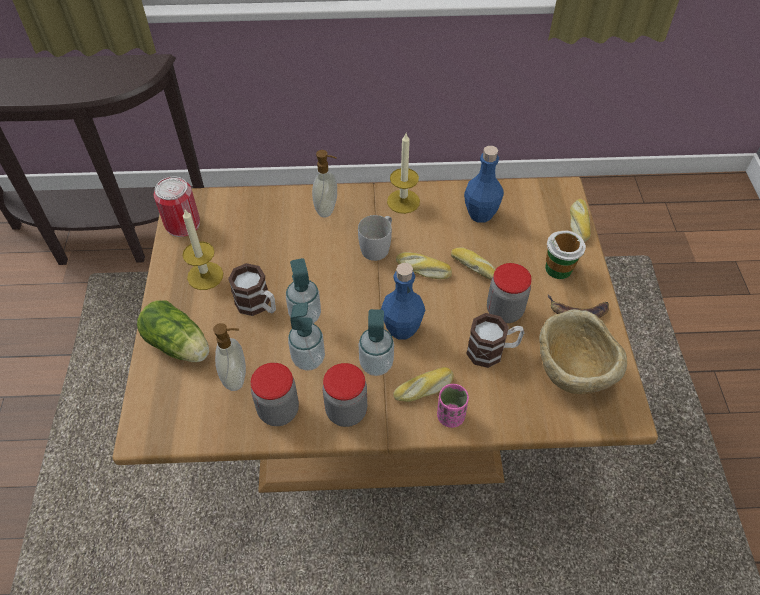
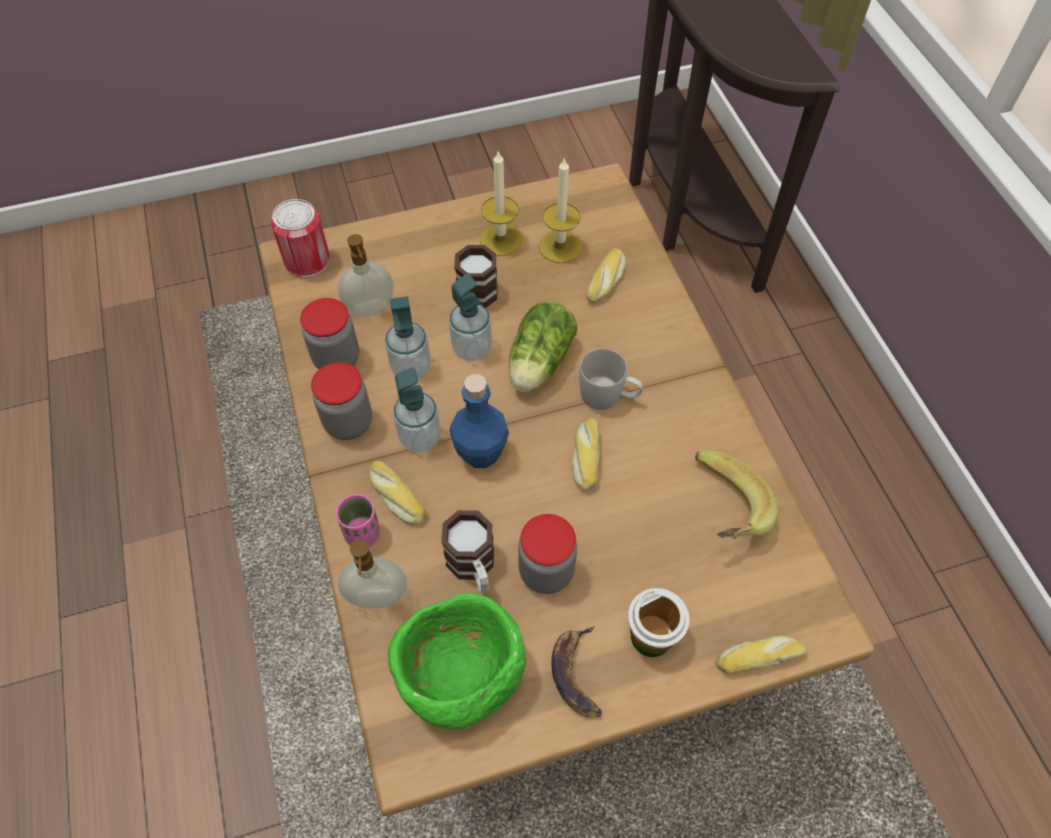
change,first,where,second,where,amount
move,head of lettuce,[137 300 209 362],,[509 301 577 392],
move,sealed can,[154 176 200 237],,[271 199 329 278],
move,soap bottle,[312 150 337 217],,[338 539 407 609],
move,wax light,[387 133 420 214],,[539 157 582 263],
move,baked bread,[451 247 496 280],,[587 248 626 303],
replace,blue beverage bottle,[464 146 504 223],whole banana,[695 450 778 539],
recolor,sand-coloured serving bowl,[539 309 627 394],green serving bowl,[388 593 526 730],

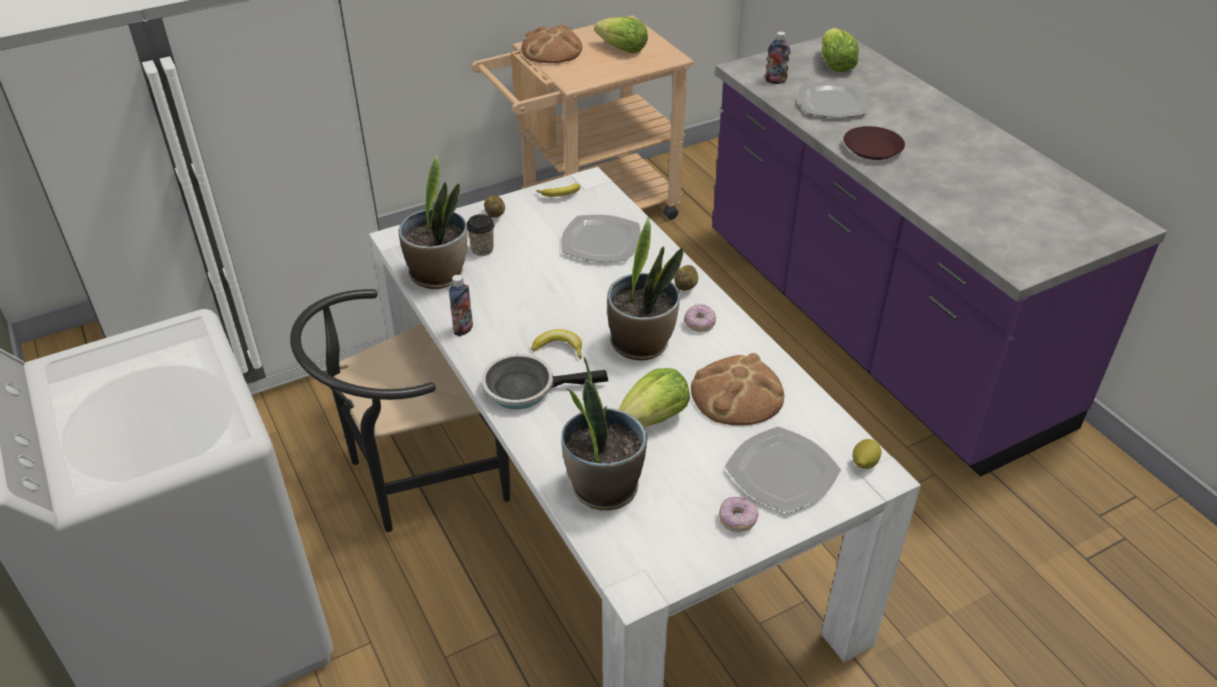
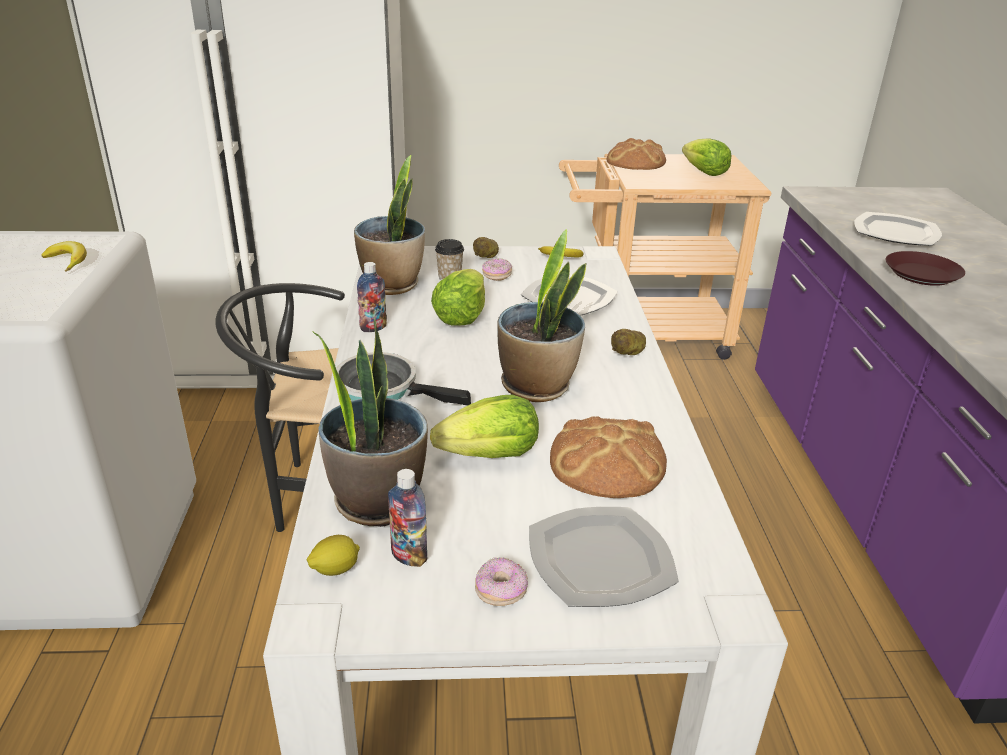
change,first,where,second,where,amount
move,whole banana,[532 329 582 359],,[41 241 87 272],
move,doughnut,[684 304 716 332],,[482 258 512 281],
move,beverage bottle,[765 31 790 84],,[388 469 427 567],
move,head of lettuce,[822 28 859 72],,[431 269 485 325],
move,lemon,[853 439 882 469],,[307 535 360 576],

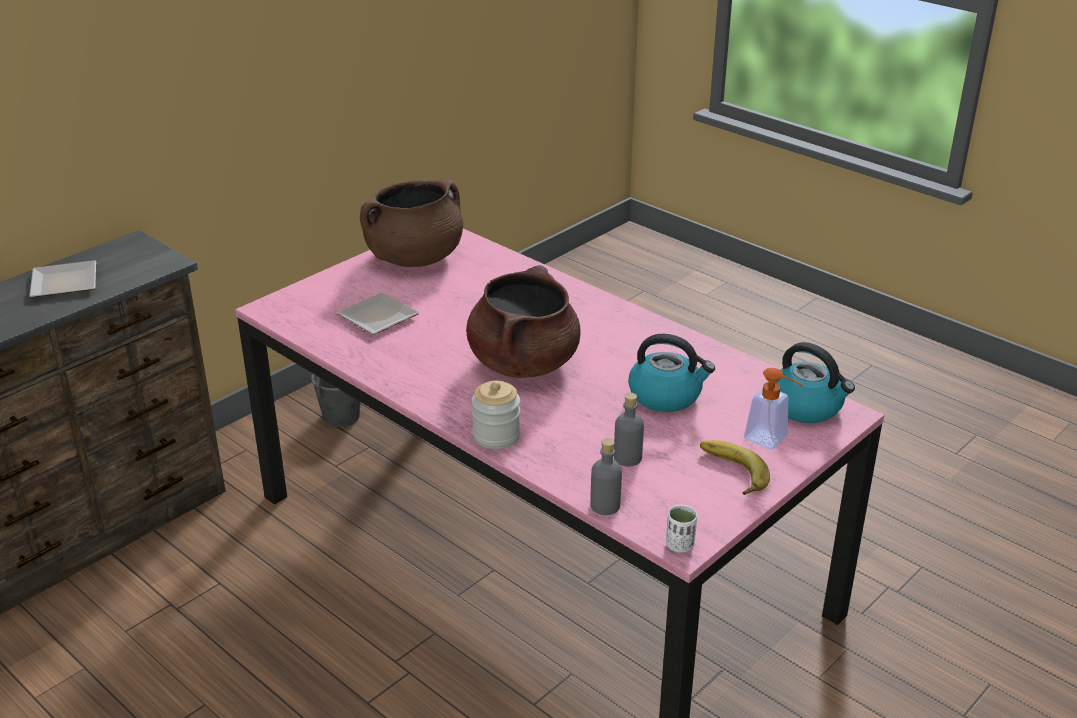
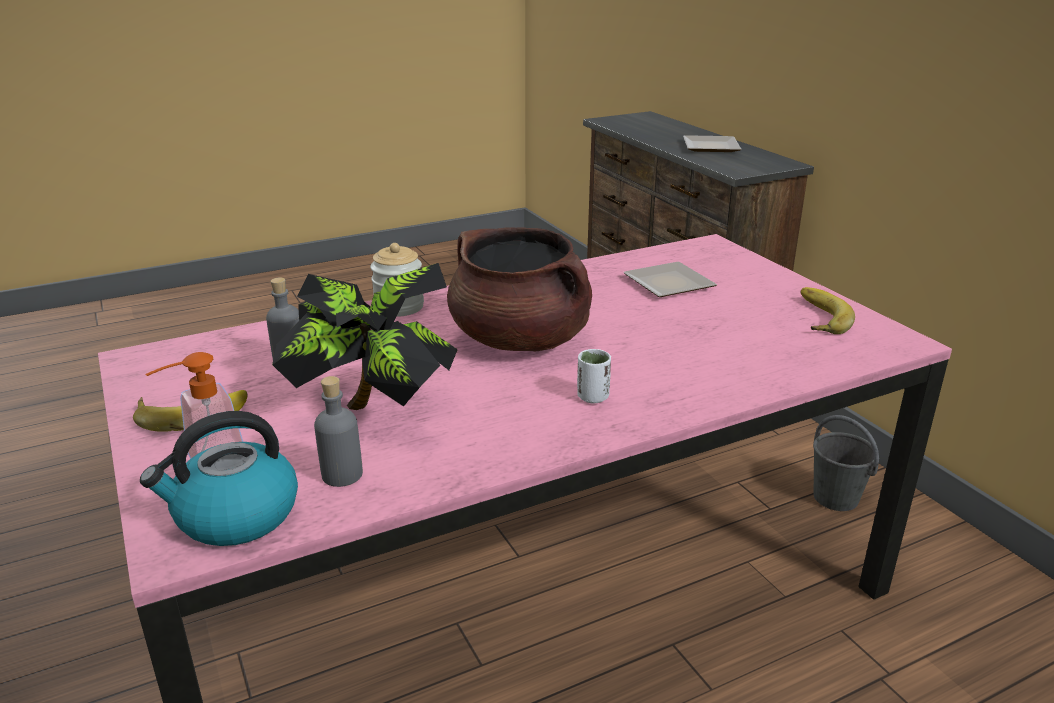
change,first,where,second,where,amount
move,gray beverage bottle,[590 438 622 515],,[314 376 363 487],
move,whitish cup,[666 505 697 553],,[577 349 611 403],
replace,brown-coloured cooking pot,[360 180 463 267],whole banana,[800 287 855 334],
replace,kettle,[628 334 715 412],potted plant,[272 263 458 410],

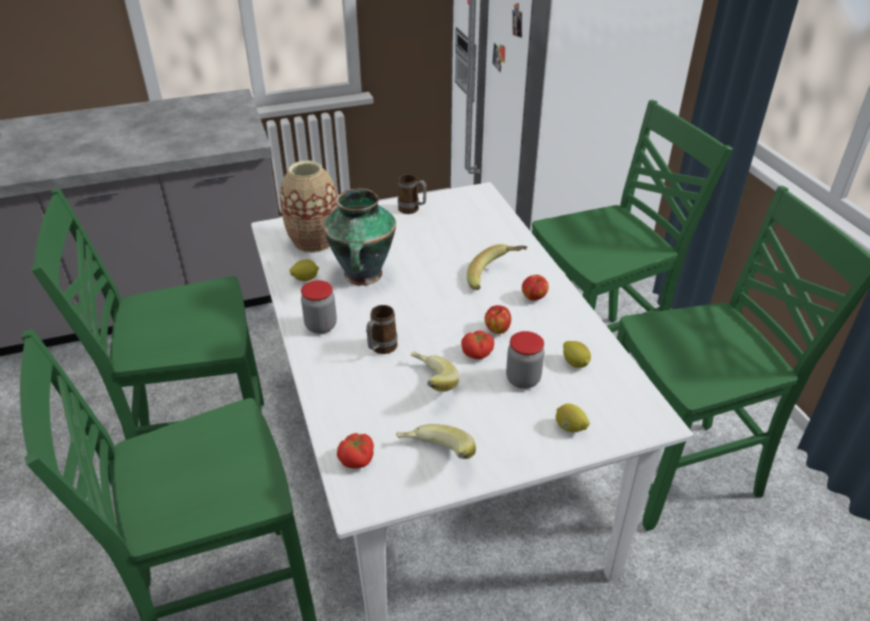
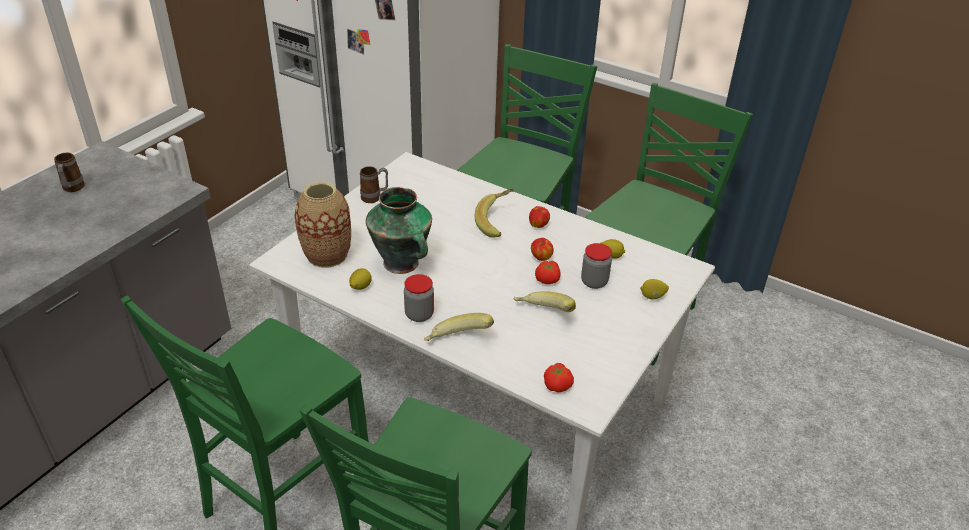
change,first,where,second,where,amount
move,tea mug,[366 305 398 354],,[54 153 85 192],
move,whole banana,[396 424 476 459],,[424 313 494 341],

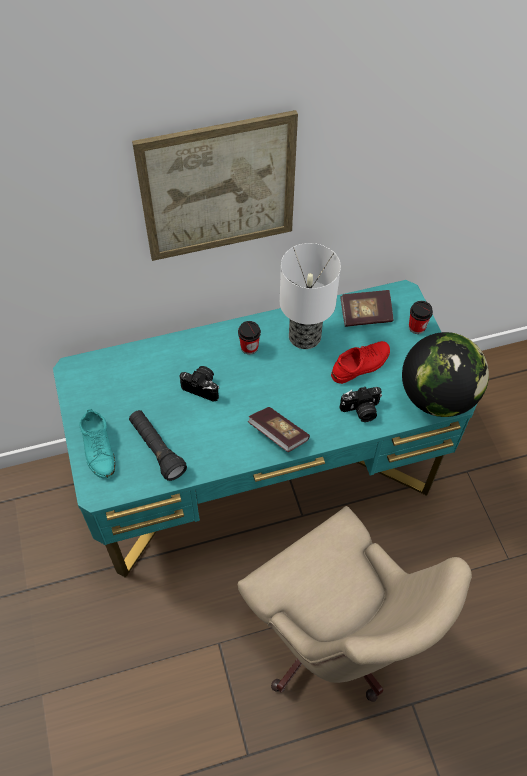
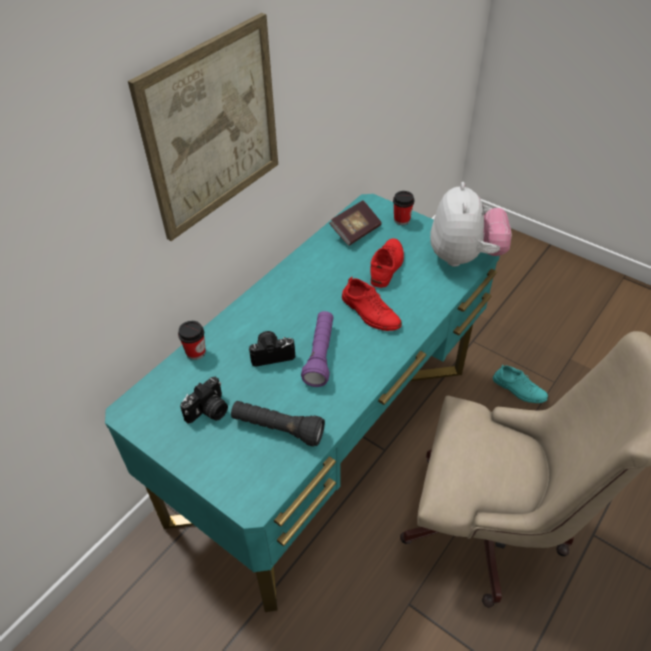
change,first,where,second,where,amount
delete,bound book,[248 407 310 452],,,
delete,lamp for a table,[280 243 341 349],,,
insert,,,purple torch,[301 311 333 387],
insert,,,red low shoe,[342 277 402 331],
move,blue-green low shoe,[79 409 115 478],,[493 365 548 403],
move,cup,[238 321 261 355],,[178 321 206 360],
move,photo camera,[340 387 382 422],,[180 377 228 424],
replace,world globe,[402 332 489 417],cuddly toy,[430 182 512 267],

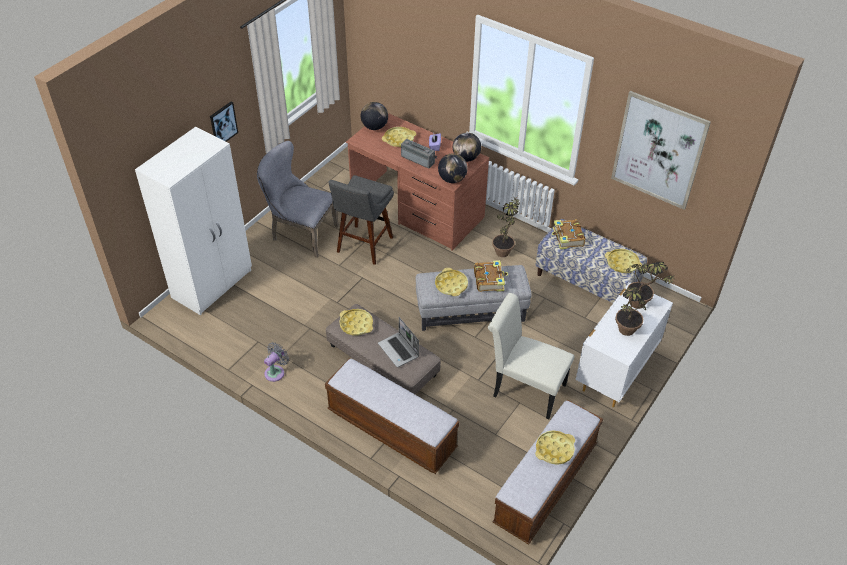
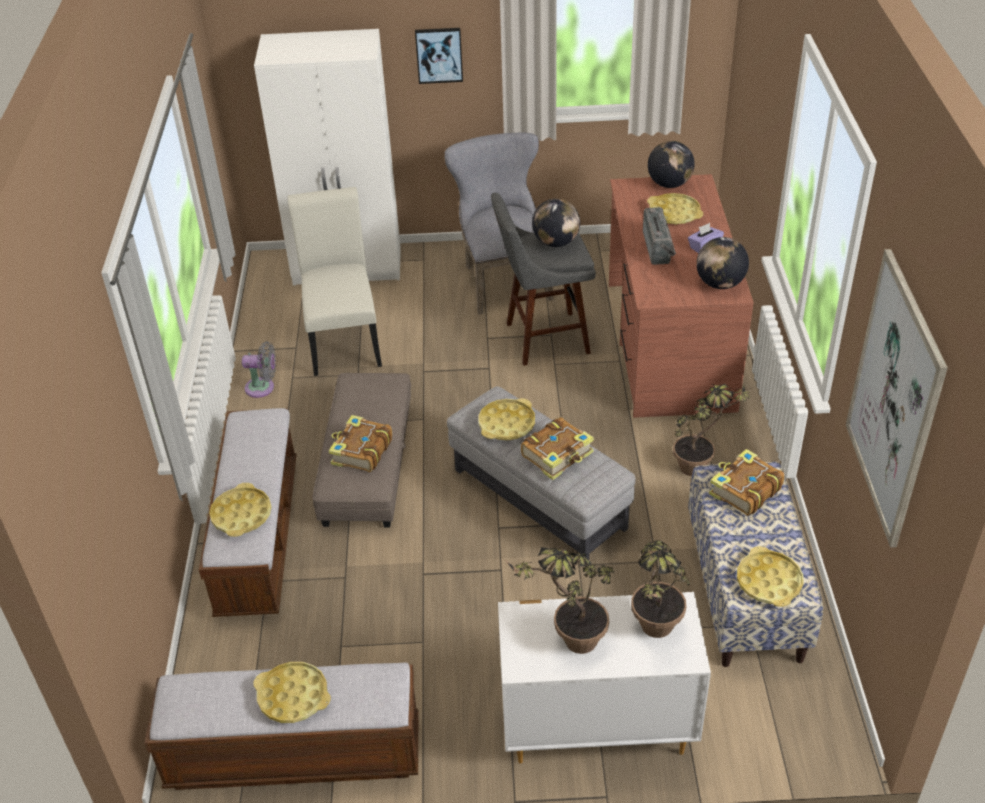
change,first,where,second,where,amount
move,yellow serving tray,[339 309 373 335],,[209 483 271 537],
move,world globe,[438 154 468 183],,[532 198 580 247],
move,whitish upright chair,[488 293 575 420],,[288 187 382 376],
replace,laptop,[378 317 419 367],bound book,[329 415 392 472],

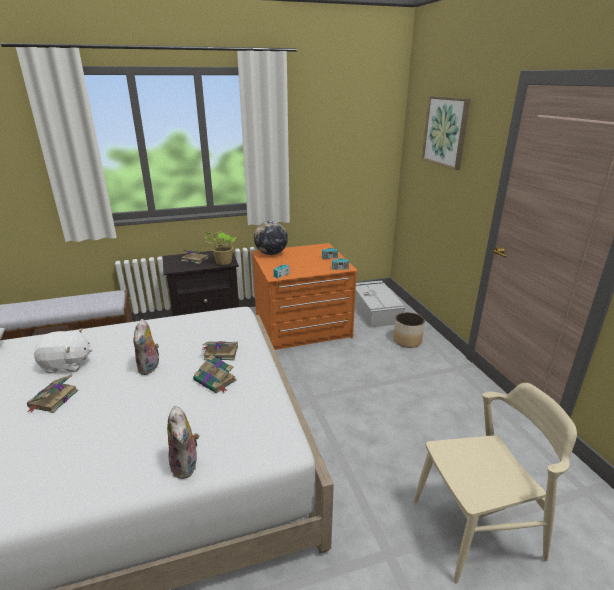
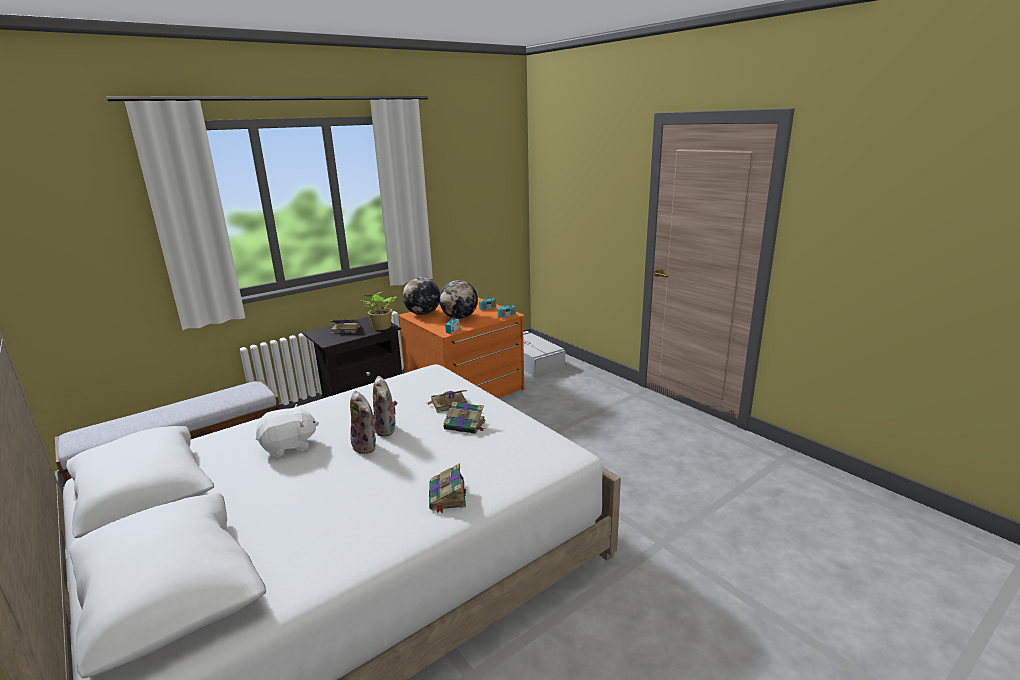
change,first,where,second,where,amount
delete,flower pot,[393 312 425 348],,,
delete,sand-coloured upright chair,[414 383 577 584],,,
delete,picture,[422 96 470 170],,,
insert,,,world globe,[439 280 478 319],
move,bound book,[27 375 79 413],,[429 464 466 513],
move,cuddly toy,[167 406 199 479],,[350 391 376 454],

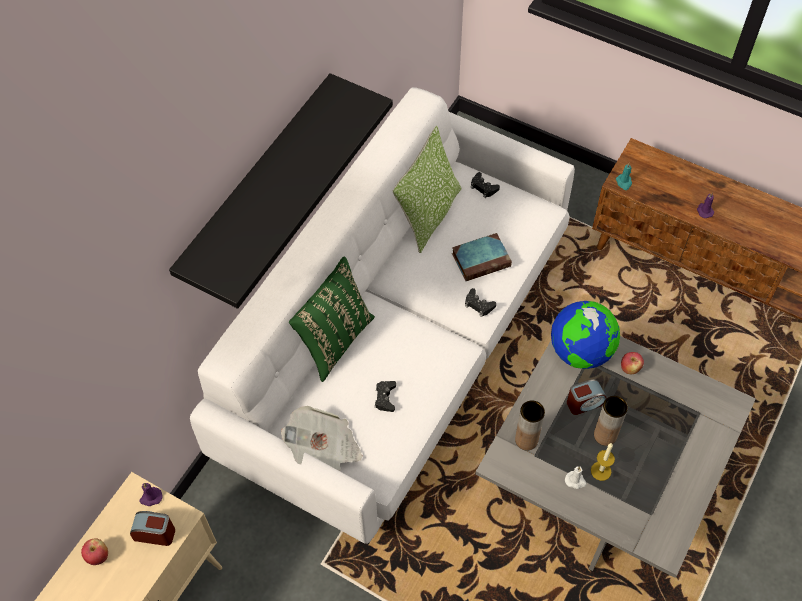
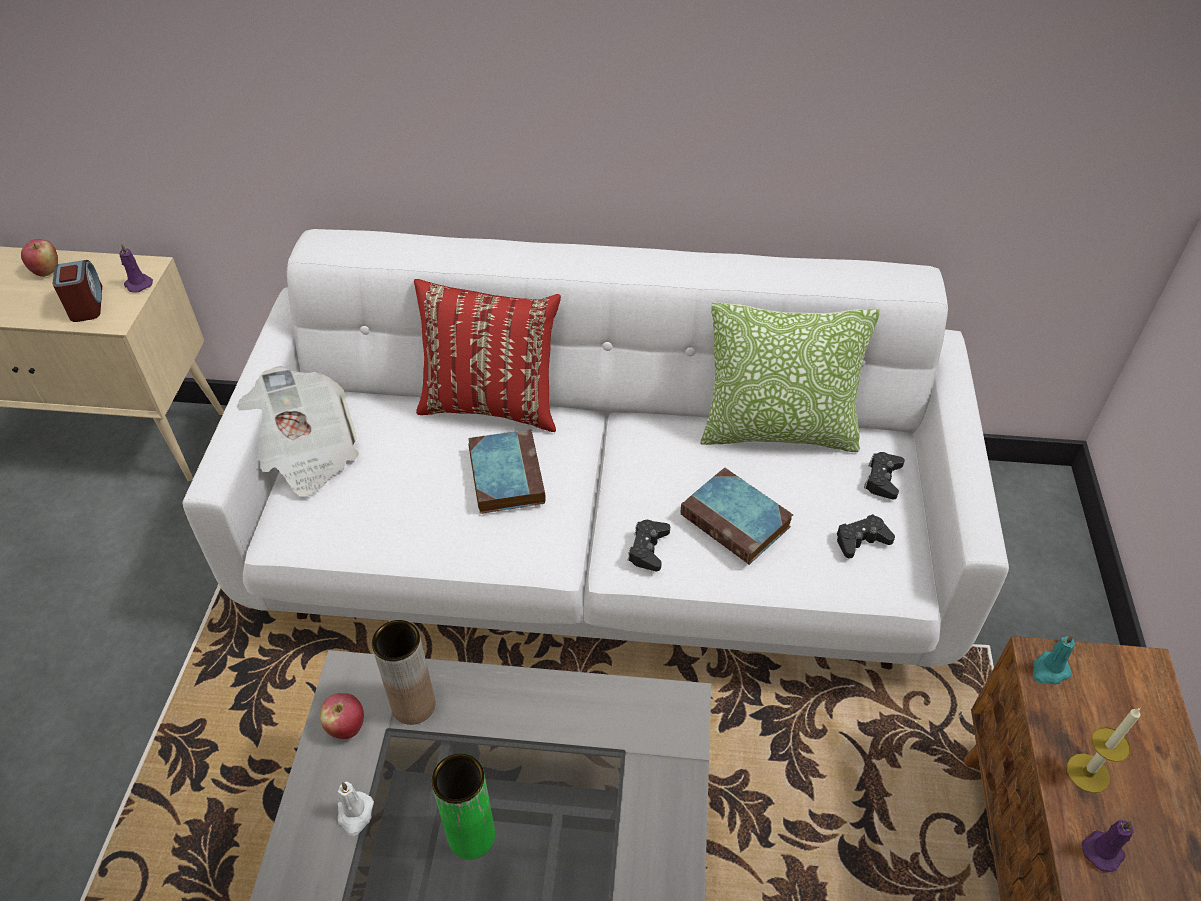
change,first,where,second,where,amount
delete,black shelf,[169 73 393 309],,,
delete,world globe,[551 301 620 369],,,
delete,bedside clock,[567 379 606 415],,,
insert,,,bound book,[468 429 545 514],
move,black game controller,[375 381 396 412],,[837 514 895 558],
move,wax light,[591 443 615 481],,[1067 708 1141 793],
move,whole apple,[621 352 644 374],,[320 693 364 739],
recolor,green throw pillow,[289 257 375 382],red throw pillow,[414 279 561 432],
recolor,brown-coloured decorative vase,[594 396 628 446],green decorative vase,[432 754 495 859],

